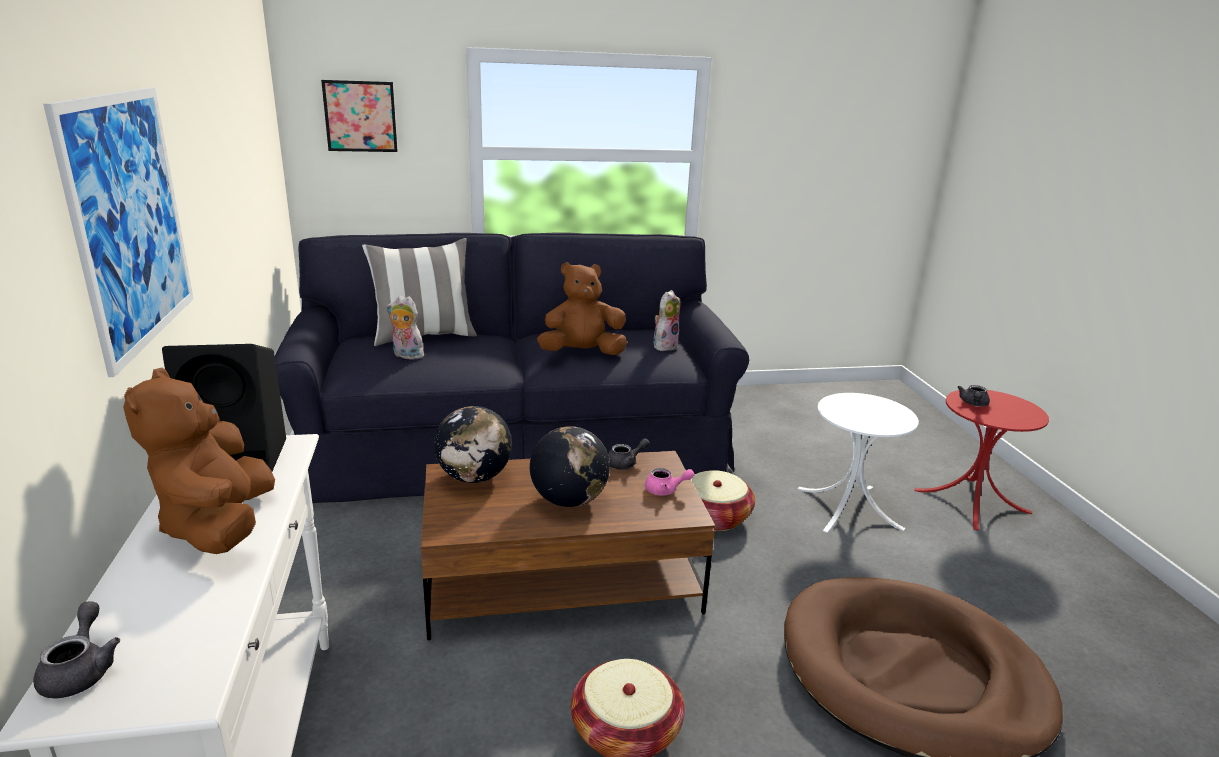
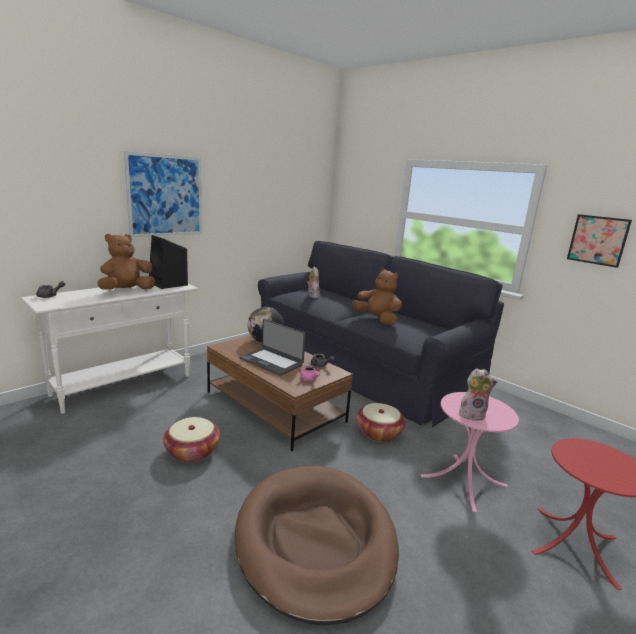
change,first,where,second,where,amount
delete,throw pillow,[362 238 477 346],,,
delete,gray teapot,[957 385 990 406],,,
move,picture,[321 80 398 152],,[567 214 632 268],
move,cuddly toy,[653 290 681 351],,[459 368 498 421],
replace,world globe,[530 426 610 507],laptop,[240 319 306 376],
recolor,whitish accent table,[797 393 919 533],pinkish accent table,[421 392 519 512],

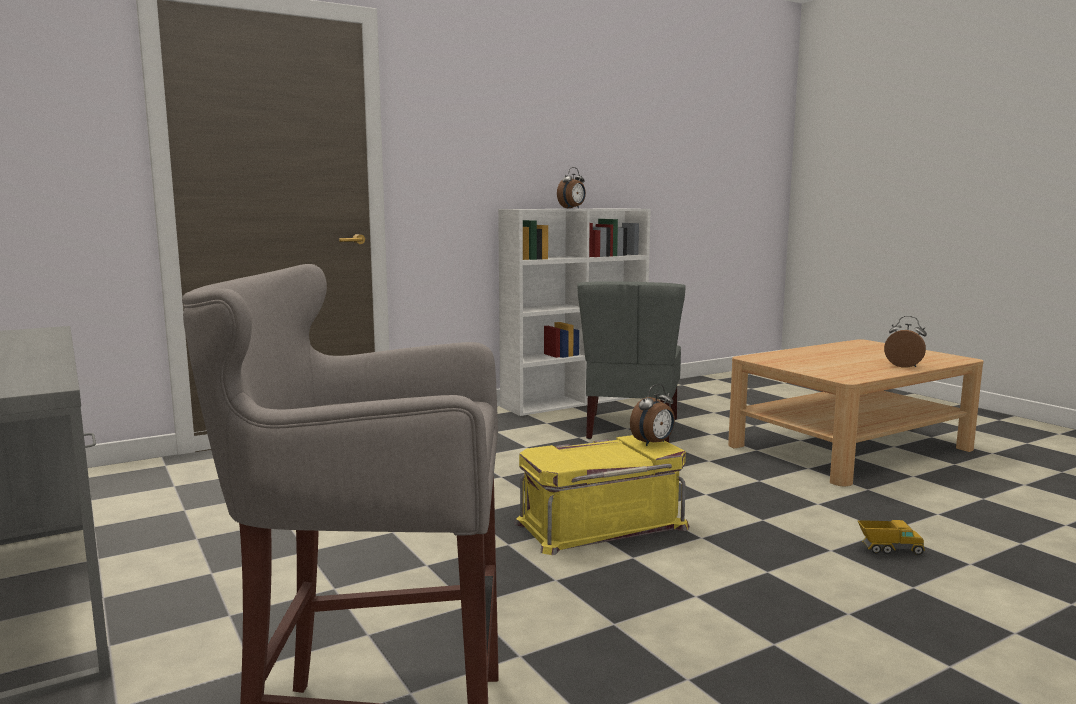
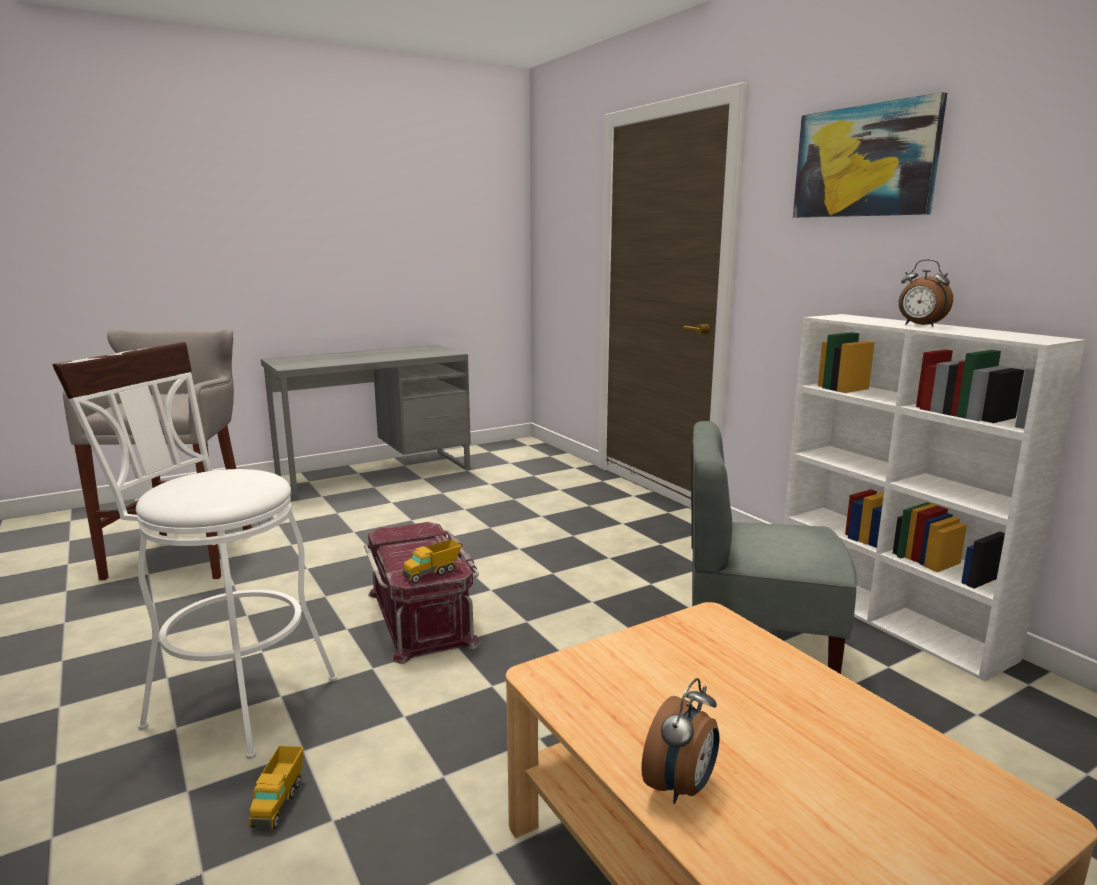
change,first,where,second,where,amount
insert,,,whitish stool,[52 342 337 759],
insert,,,picture,[793 92 947 218],
replace,bedside clock,[630 384 675 446],model truck,[402 539 462 583],
recolor,yellow storage container,[514 435 690 555],red storage container,[364 522 480 664],

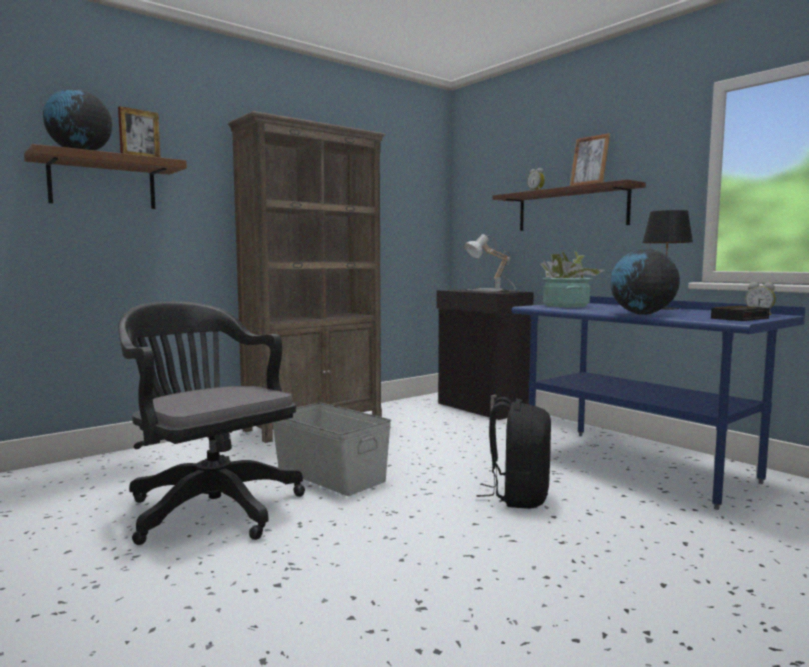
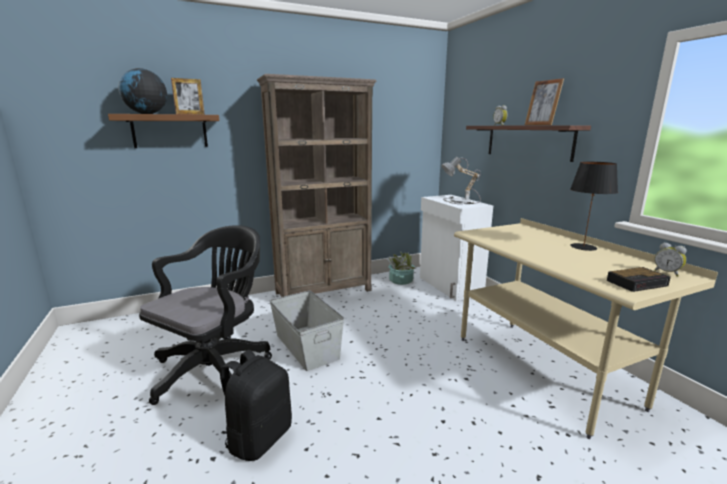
change,first,where,second,where,amount
delete,world globe,[610 249 680 315],,,
move,black rucksack,[476 397 551 509],,[220 350 292 461],
move,potted plant,[541 252 604 308],,[387 252 416 285],
recolor,black storage cabinet,[436 289 534 420],whitish storage cabinet,[420 195 493 301],
recolor,blue desk unit,[511 296 806 510],sand-coloured desk unit,[454 218 718 439],
rotate,black office chair,[118 301 305 545],,[139 225 272 405],60 degrees clockwise

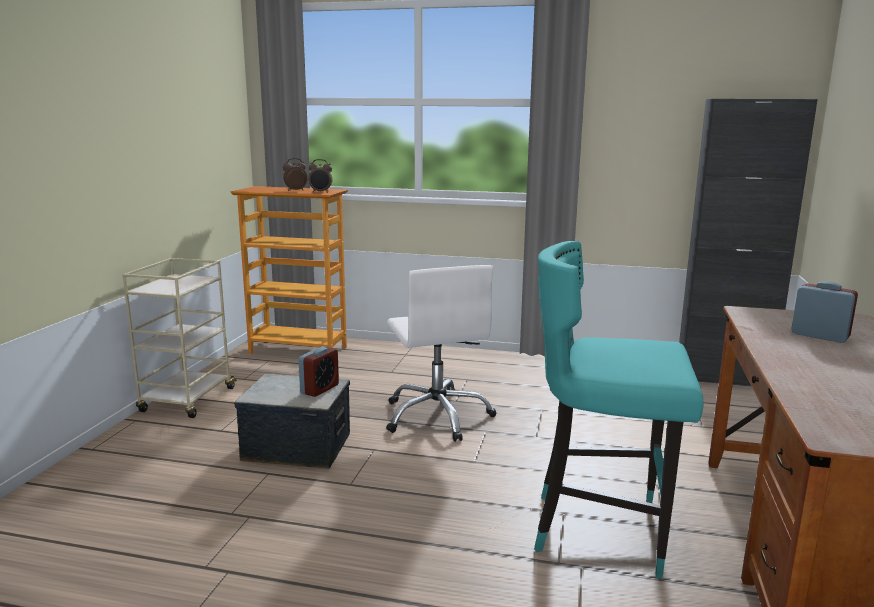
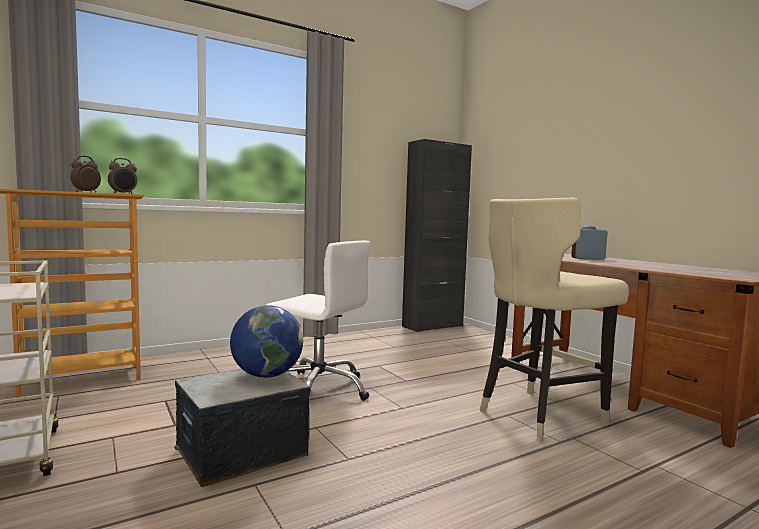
change,first,where,second,where,amount
replace,bedside clock,[298 346 339 397],world globe,[230 305 303 378],
recolor,blue-green stool,[534 241 703 578],sand-coloured stool,[480 198 629 442],

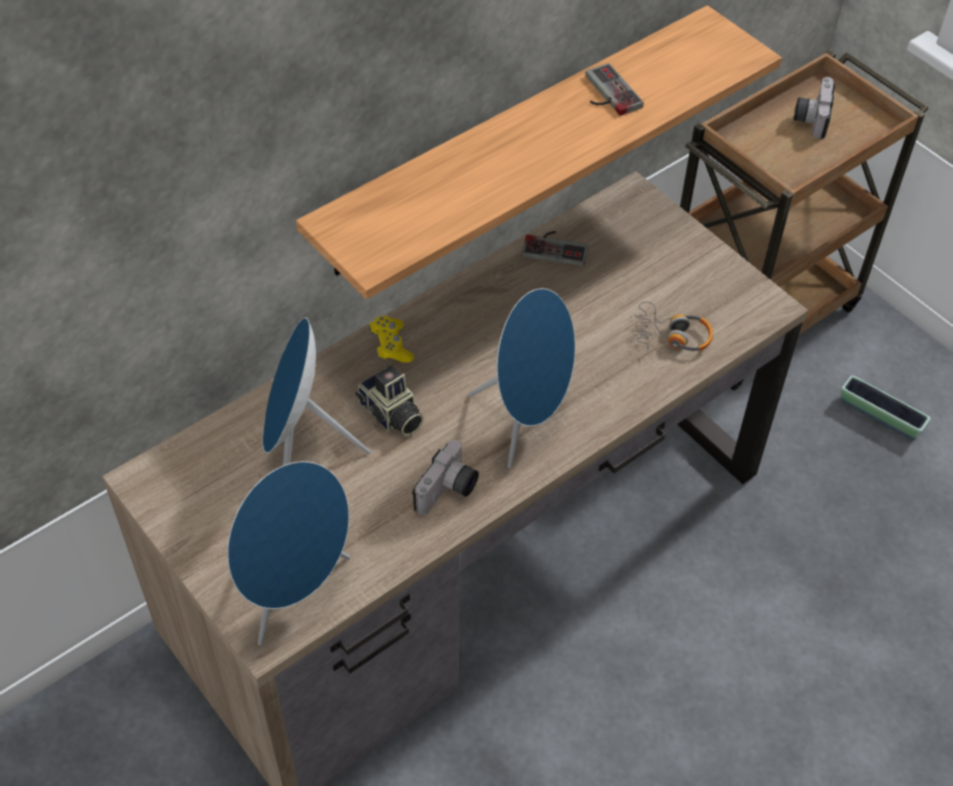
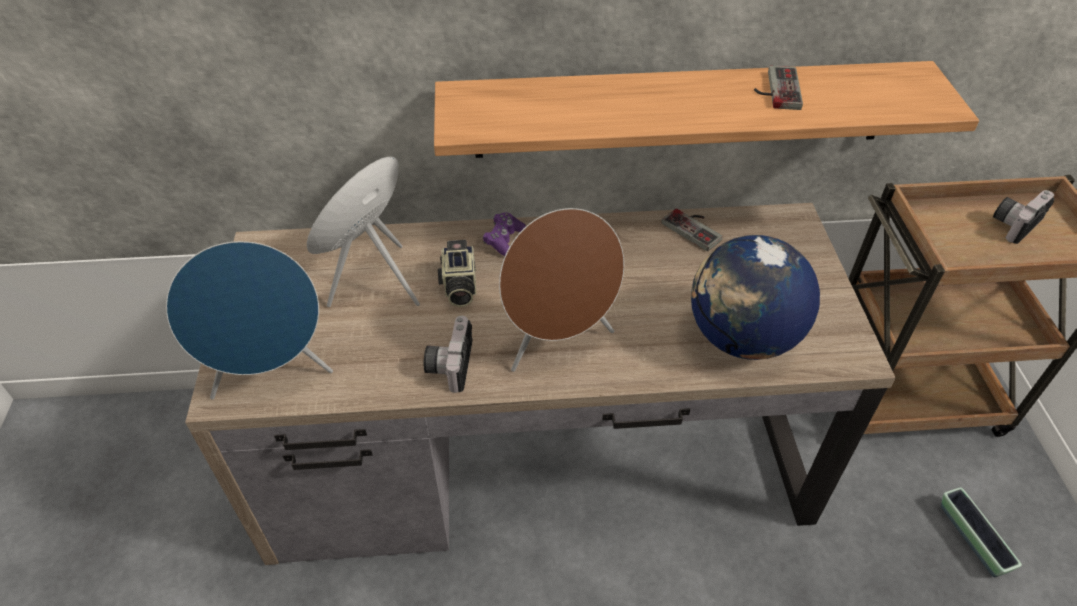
change,first,where,second,where,amount
replace,pair of headphones,[635 302 713 352],world globe,[691 235 820 360],
recolor,yellow game controller,[369 316 414 363],purple game controller,[483 212 526 256],
recolor,blue speaker,[468 288 575 468],brown-coloured speaker,[499 208 624 372],
rotate,photo camera,[412 440 479 515],,[424 316 473 393],120 degrees clockwise

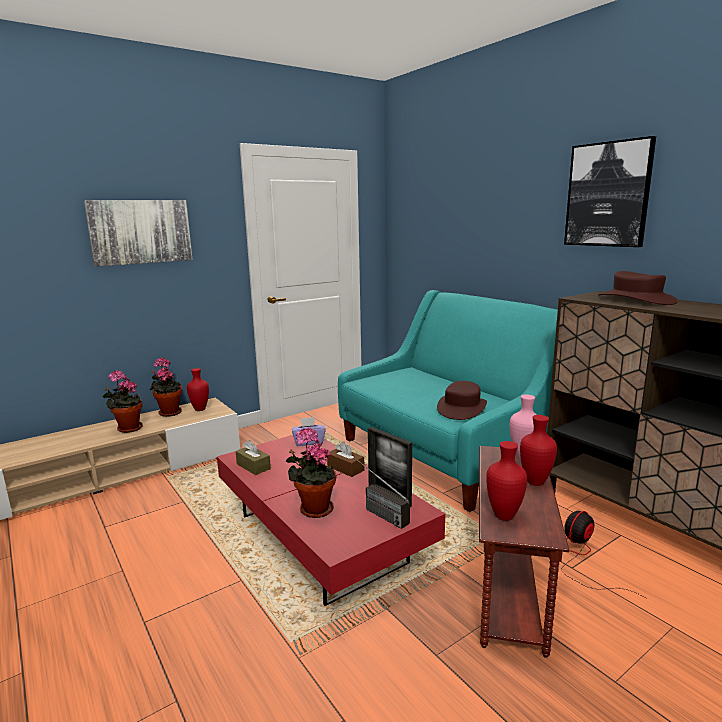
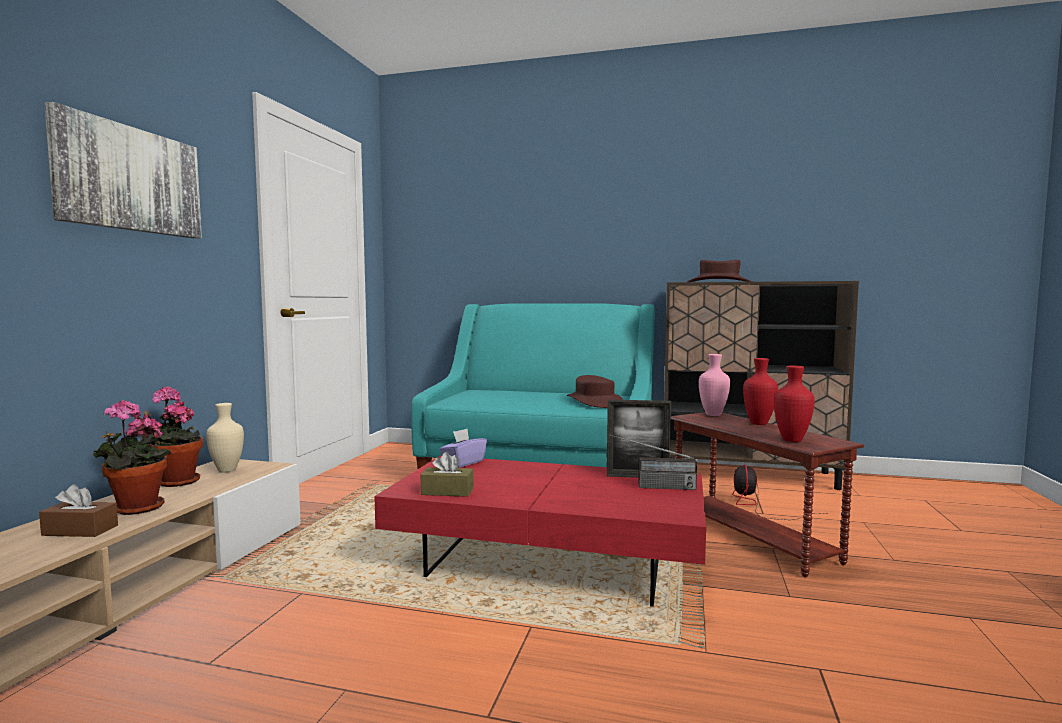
change,first,where,second,where,amount
delete,potted plant,[286 427 336 518],,,
delete,picture,[564 136 656 247],,,
move,brown-coloured tissue holder,[327 442 365 477],,[39 484 118 537],
recolor,red decorative vase,[187 368 209 411],sand-coloured decorative vase,[206 403 244 472],

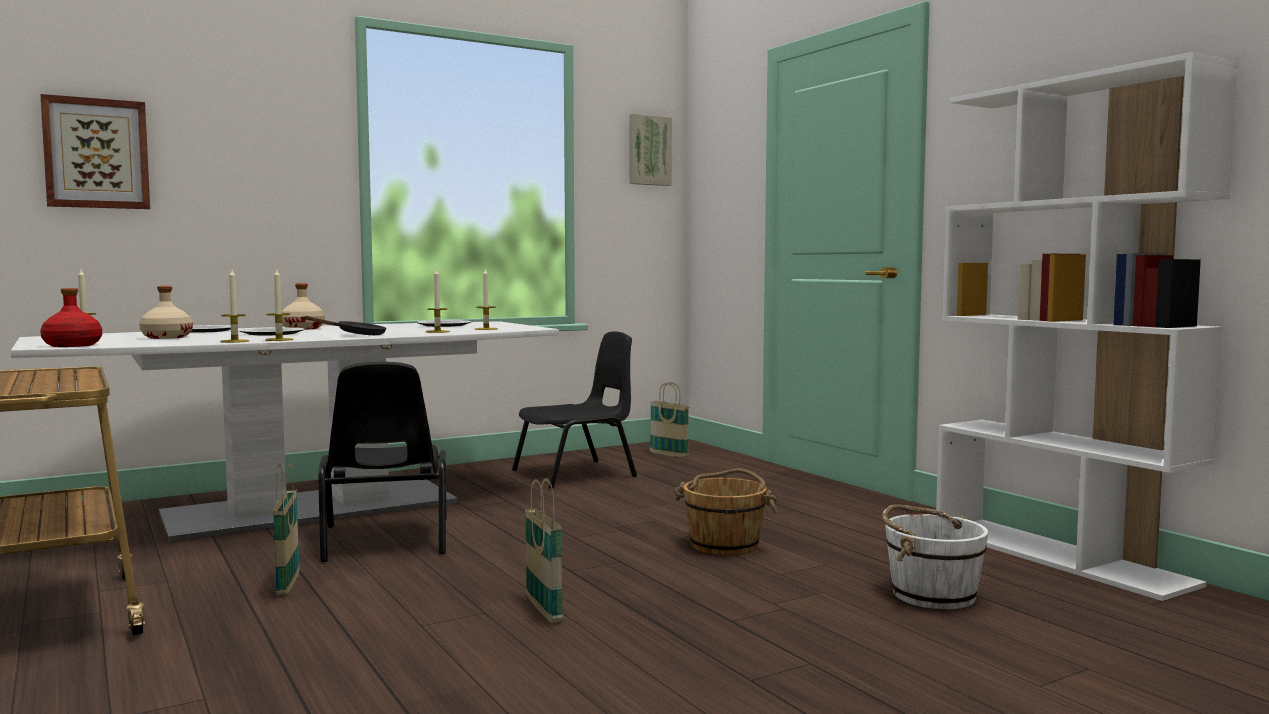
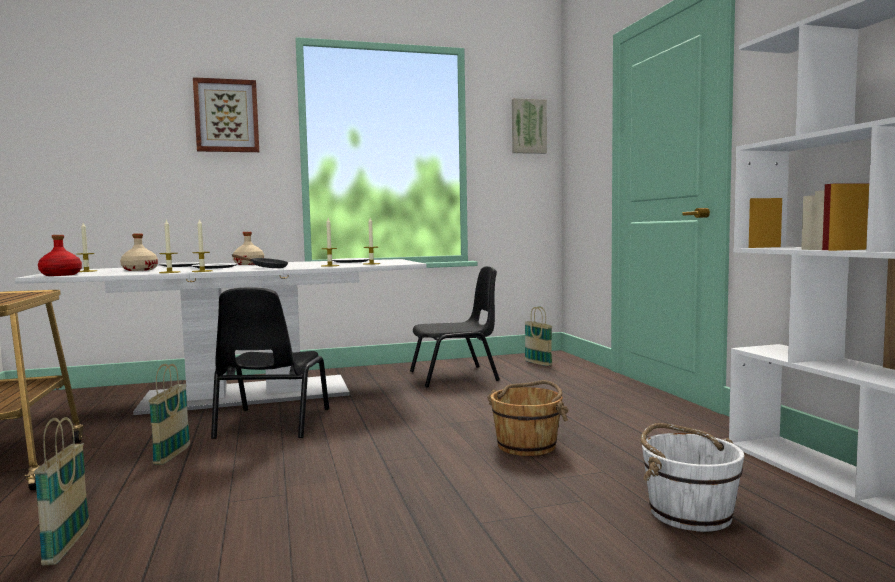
change,first,where,second,where,amount
move,picture,[40 94 150 209],,[193 77 259 152],
move,basket,[525 478 563 623],,[34 417 89 566],

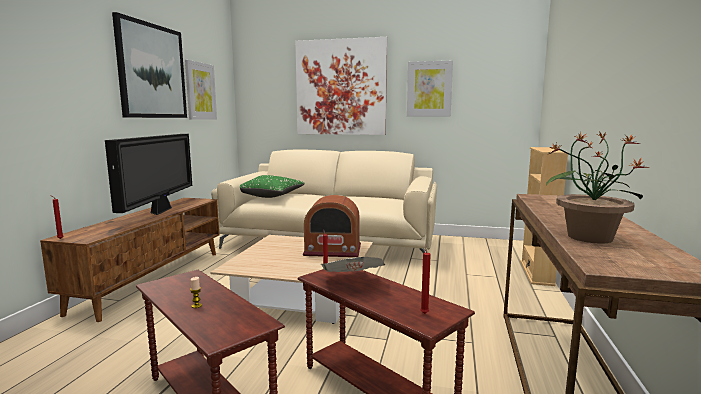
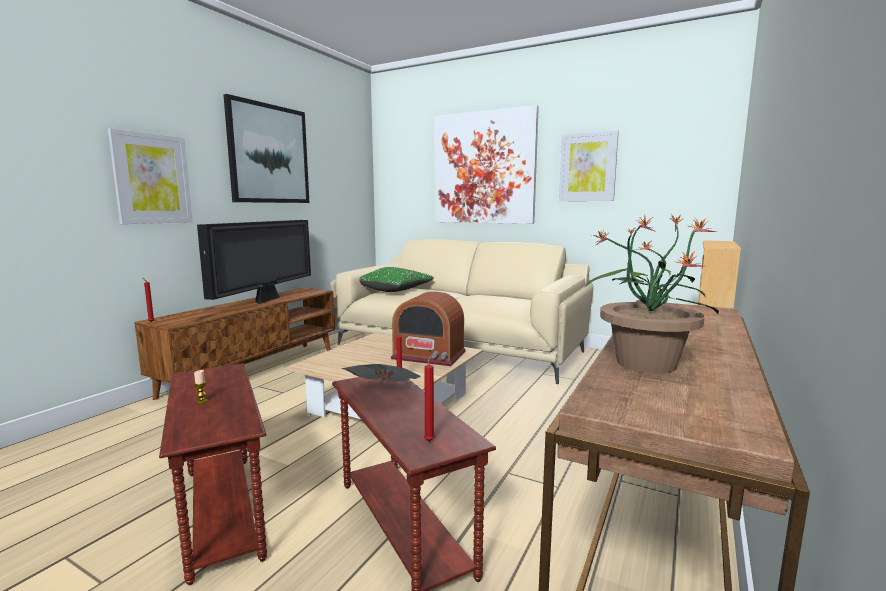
change,first,where,second,where,amount
move,picture,[185 60 217 120],,[108 128 192 224],

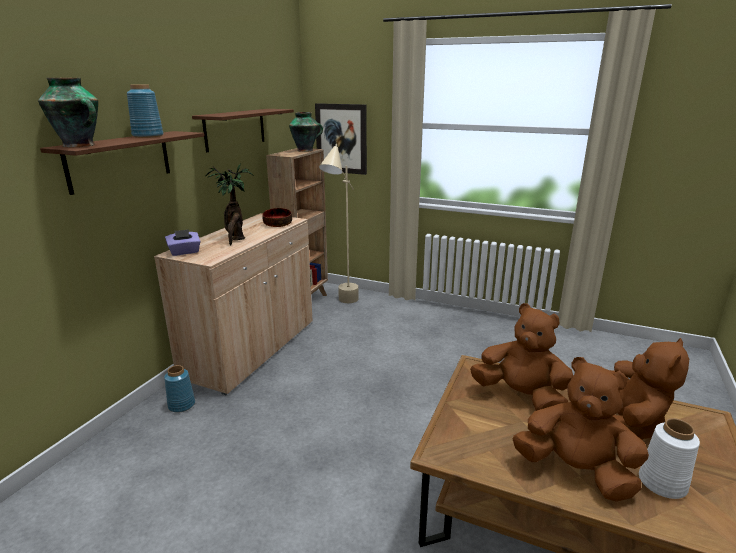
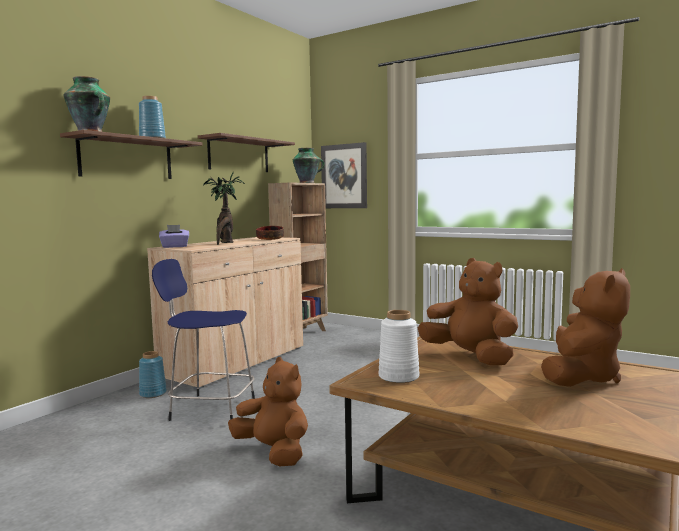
change,first,where,second,where,amount
delete,sand-coloured standard lamp,[319 144 359 303],,,
insert,,,blue stool,[152 259 255 421],
move,brown-coloured cuddly toy,[512 357 649 501],,[228 357 308 467],
move,whitish decorative vase,[639 418 700 499],,[378 310 420 383],

